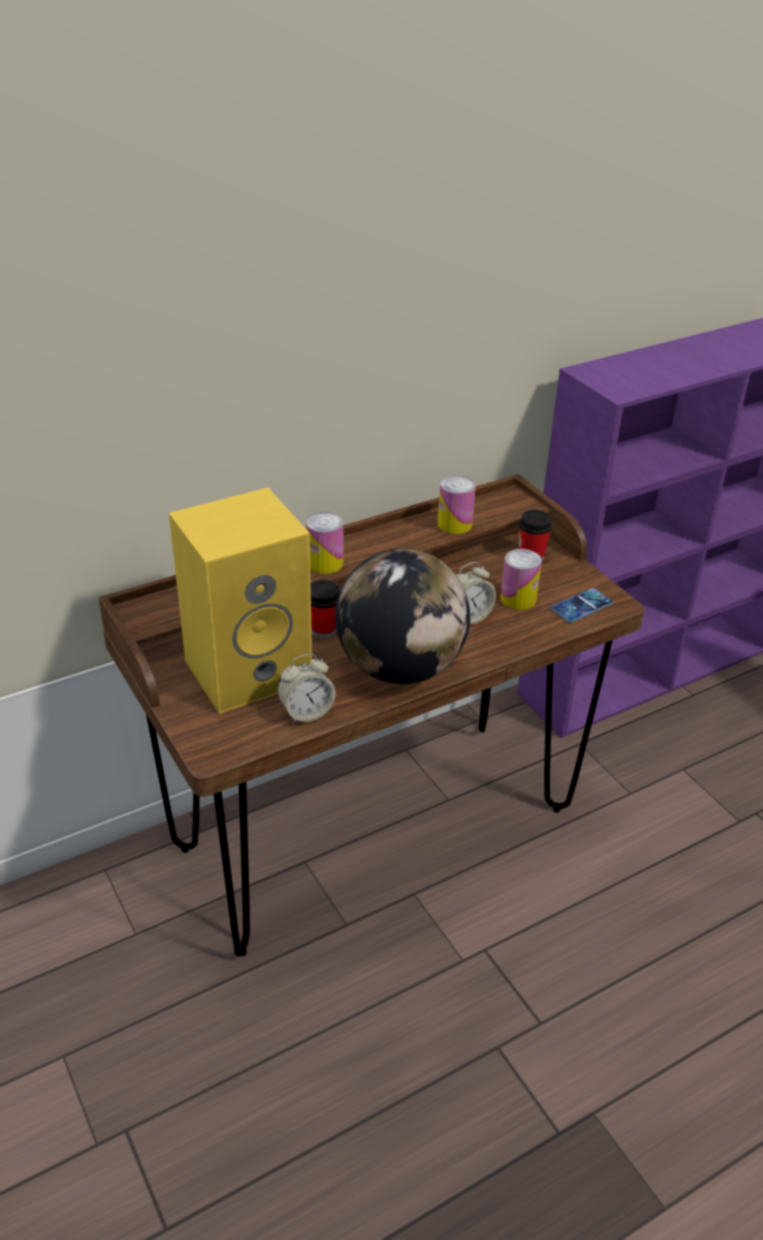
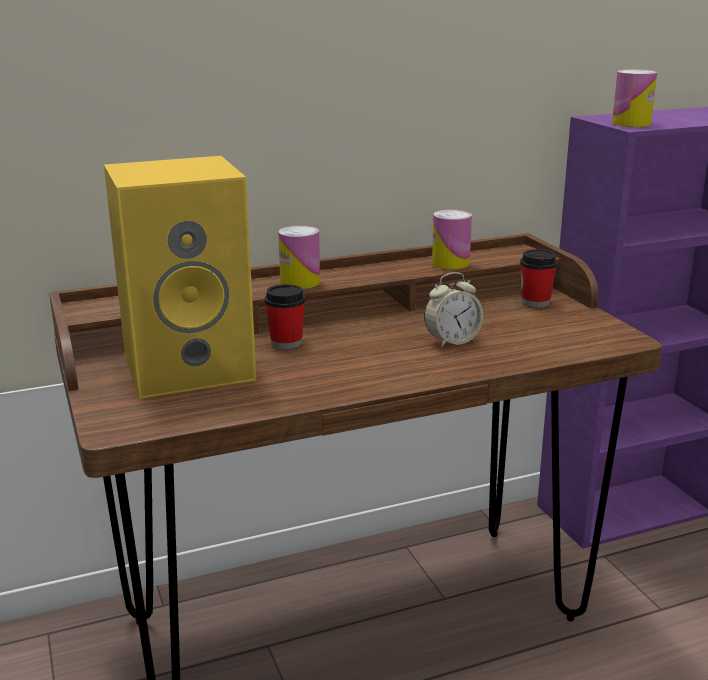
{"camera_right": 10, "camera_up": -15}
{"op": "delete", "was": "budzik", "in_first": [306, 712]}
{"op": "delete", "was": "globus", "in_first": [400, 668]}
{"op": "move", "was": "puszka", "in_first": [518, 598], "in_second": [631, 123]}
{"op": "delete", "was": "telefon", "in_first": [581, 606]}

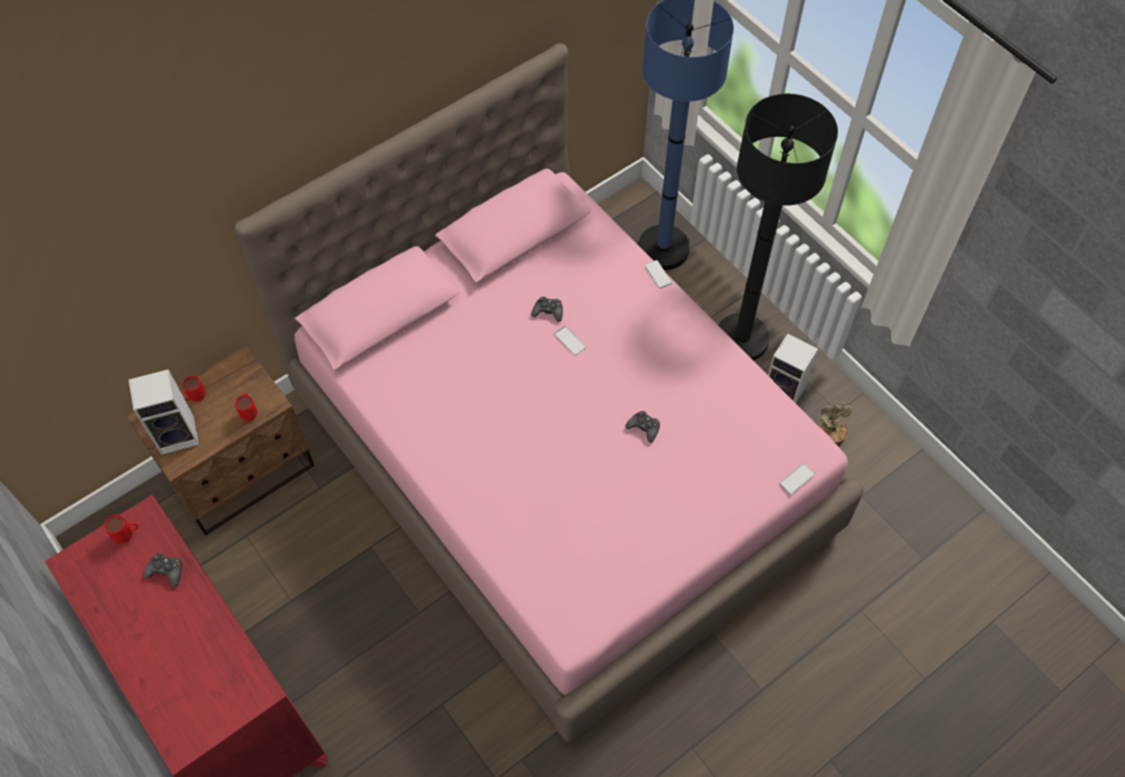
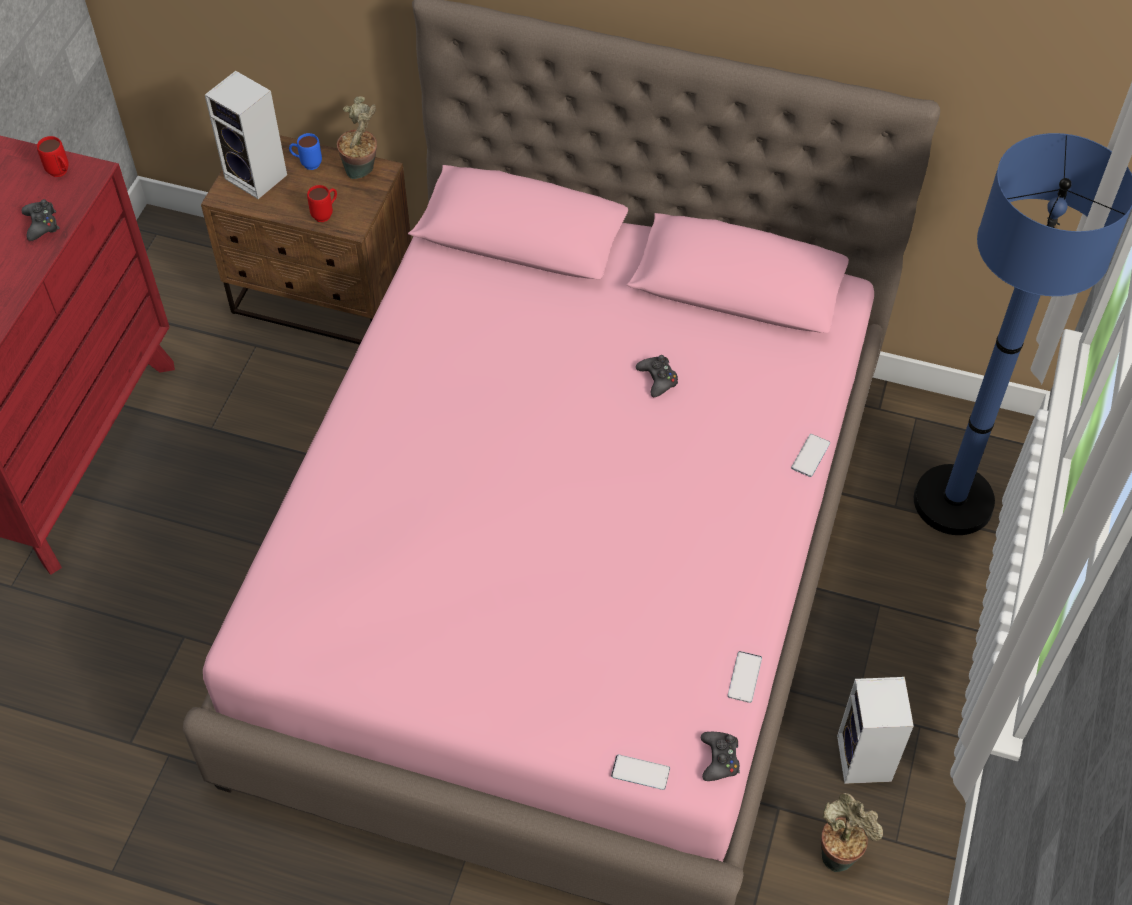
{"camera_right": 55, "camera_up": -5}
{"op": "recolor", "was": "kubek [czerwony]", "now": "kubek [niebieski]", "in_first": [195, 399], "in_second": [307, 164]}
{"op": "move", "was": "telefon", "in_first": [570, 341], "in_second": [744, 677]}
{"op": "move", "was": "pad do gier [czarny]", "in_first": [644, 428], "in_second": [720, 759]}
{"op": "delete", "was": "lampa stojąca [czarny]", "in_first": [741, 339]}
{"op": "insert", "now": "roślina doniczkowa", "in_second": [362, 171]}

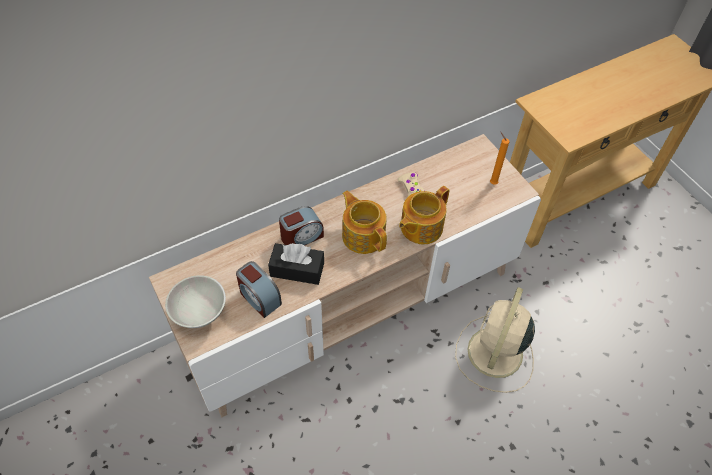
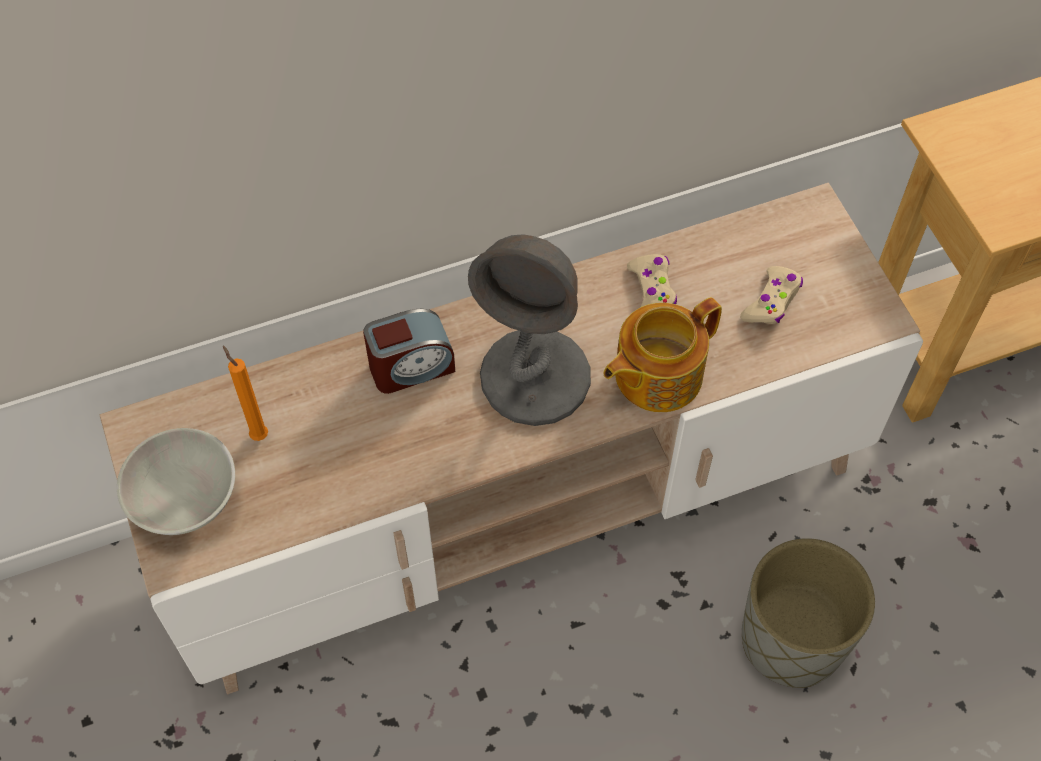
{"camera_right": 10, "camera_up": 5}
{"op": "delete", "was": "budzik", "in_first": [259, 298]}
{"op": "delete", "was": "pudełko chusteczek [czarny]", "in_first": [297, 269]}
{"op": "replace", "was": "imbryk", "now": "lampa stołowa [szary]", "in_first": [363, 235], "in_second": [536, 377]}
{"op": "replace", "was": "wentylator [beżowy]", "now": "donica [szary]", "in_first": [494, 354], "in_second": [792, 640]}
{"op": "move", "was": "świeca [pomarańczowy]", "in_first": [492, 182], "in_second": [258, 434]}
{"op": "insert", "now": "pad do gier [beżowy]", "in_second": [772, 301]}

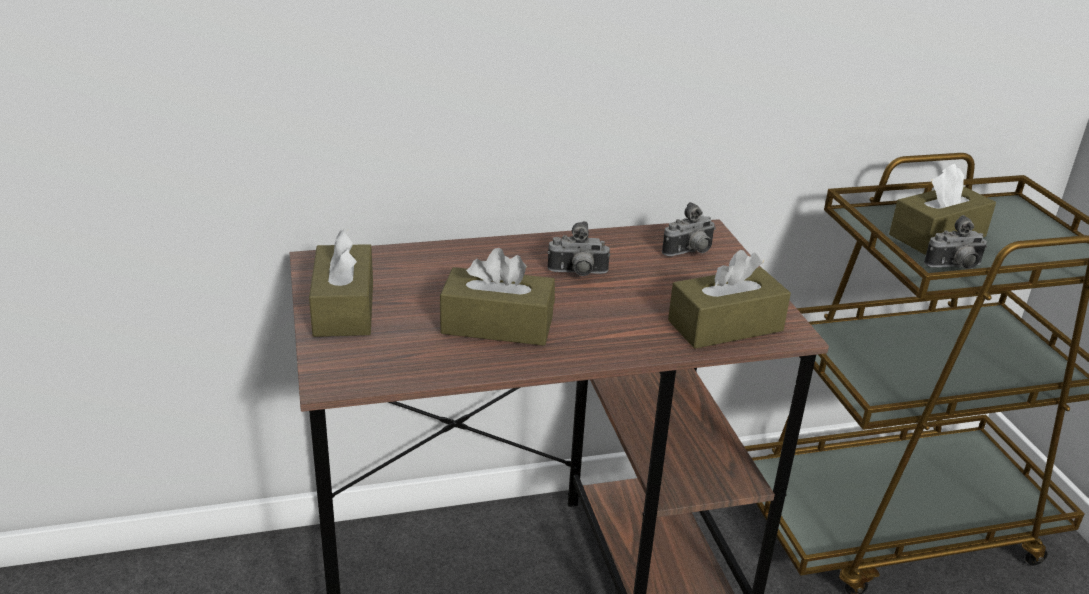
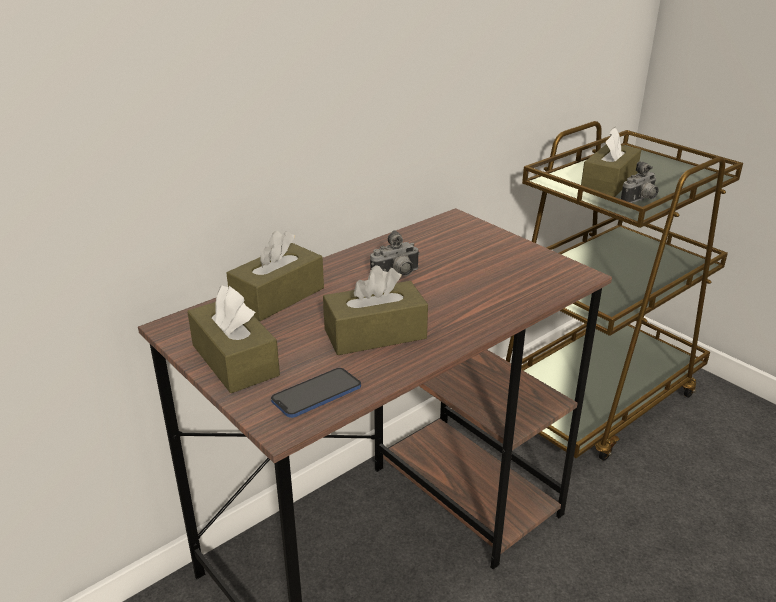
{"camera_right": -25, "camera_up": 0}
{"op": "delete", "was": "aparat fotograficzny", "in_first": [690, 253]}
{"op": "move", "was": "pudełko chusteczek [brązowy]", "in_first": [725, 326], "in_second": [278, 296]}
{"op": "insert", "now": "telefon", "in_second": [316, 394]}

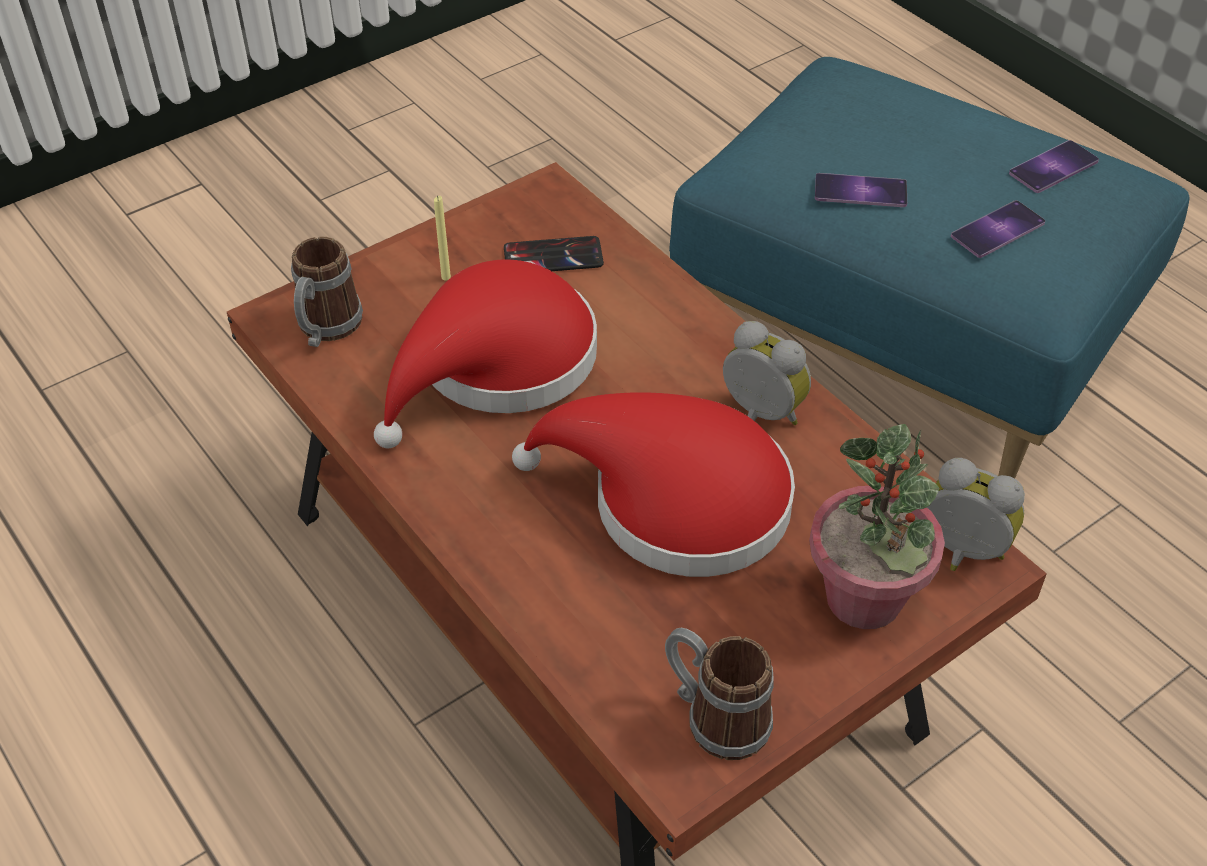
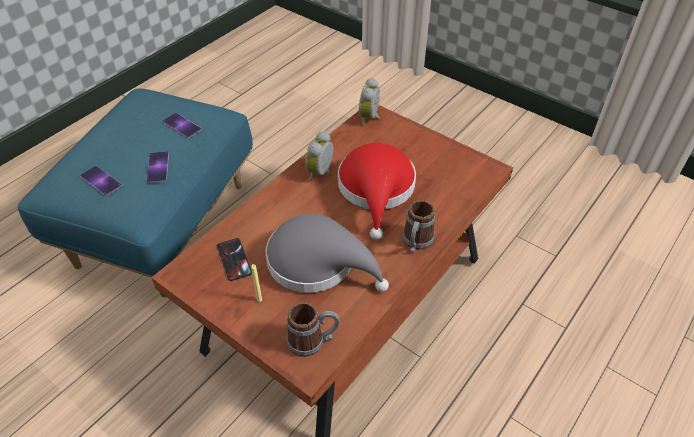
{"camera_right": -105, "camera_up": 0}
{"op": "recolor", "was": "kapelusz [czerwony]", "now": "kapelusz [szary]", "in_first": [496, 365], "in_second": [318, 262]}
{"op": "move", "was": "kubek", "in_first": [715, 716], "in_second": [416, 243]}
{"op": "delete", "was": "roślina doniczkowa", "in_first": [864, 599]}
{"op": "move", "was": "telefon", "in_first": [1053, 167], "in_second": [101, 181]}

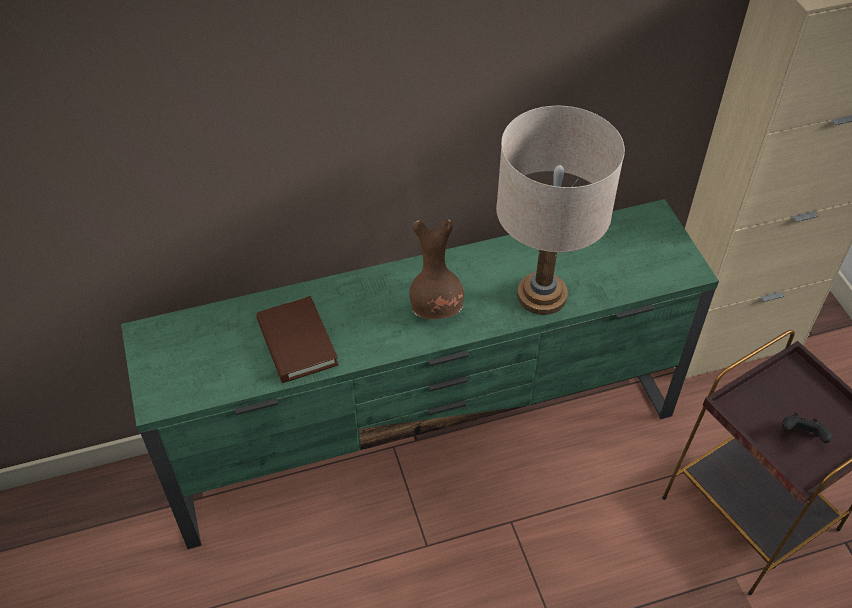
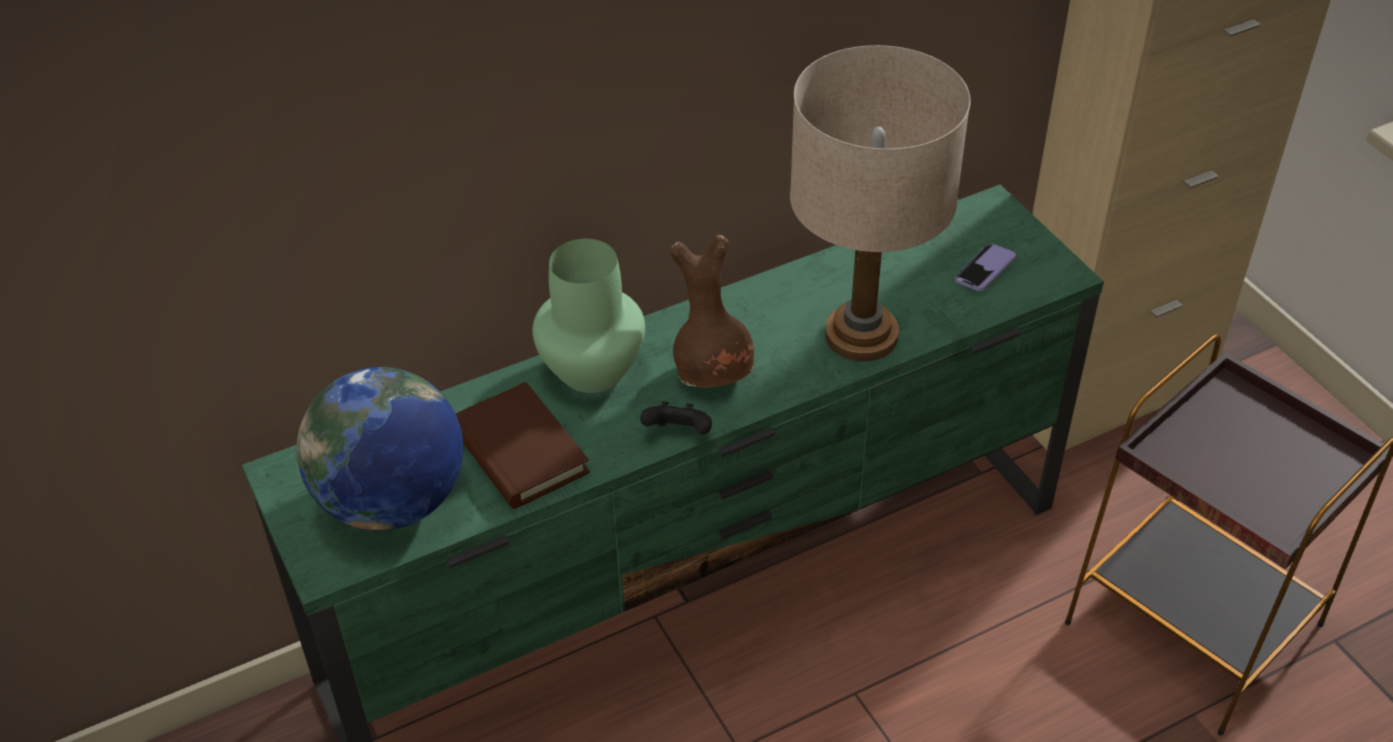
{"camera_right": -10, "camera_up": -5}
{"op": "move", "was": "pad do gier [czarny]", "in_first": [802, 435], "in_second": [679, 434]}
{"op": "insert", "now": "globus", "in_second": [392, 501]}
{"op": "insert", "now": "wazon [zielony]", "in_second": [592, 371]}
{"op": "insert", "now": "telefon", "in_second": [985, 269]}

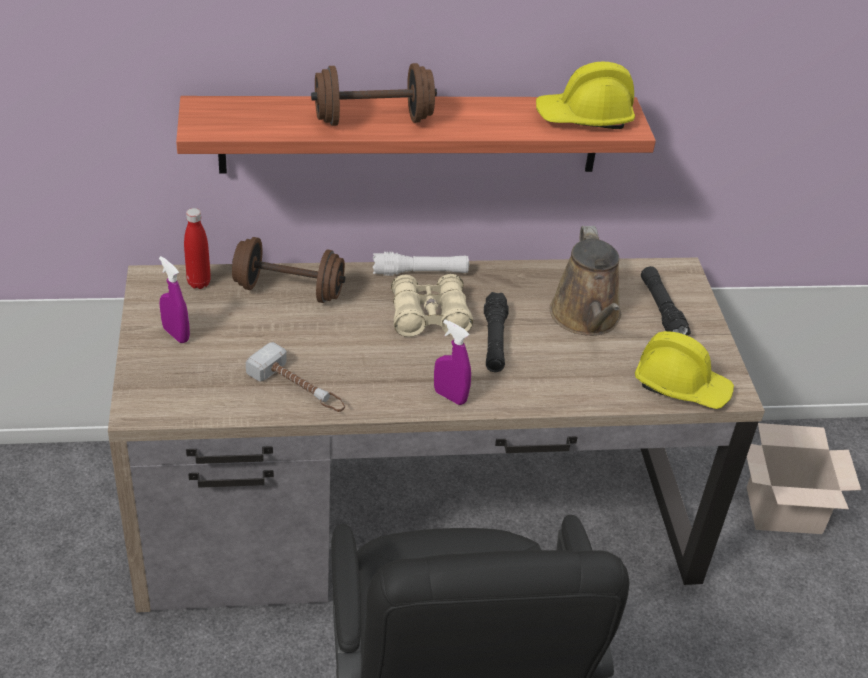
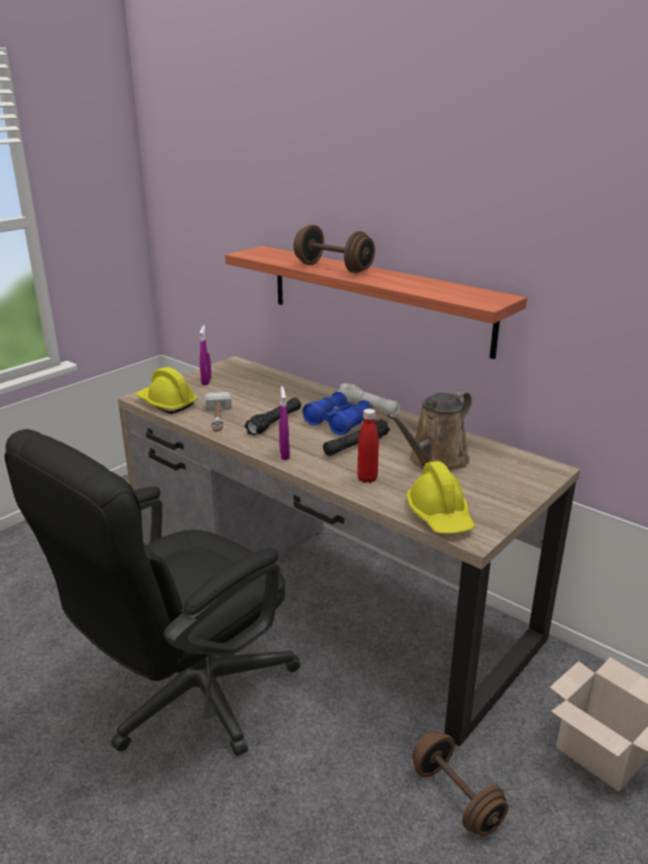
{"camera_right": 50, "camera_up": -15}
{"op": "move", "was": "butelka [czerwony]", "in_first": [199, 283], "in_second": [367, 479]}
{"op": "move", "was": "hantel [brązowy]", "in_first": [289, 290], "in_second": [456, 798]}
{"op": "recolor", "was": "lornetka [beżowy]", "now": "lornetka [niebieski]", "in_first": [429, 317], "in_second": [338, 423]}
{"op": "move", "was": "kask [żółty]", "in_first": [584, 118], "in_second": [166, 403]}
{"op": "move", "was": "latarka [czarny]", "in_first": [661, 310], "in_second": [274, 422]}

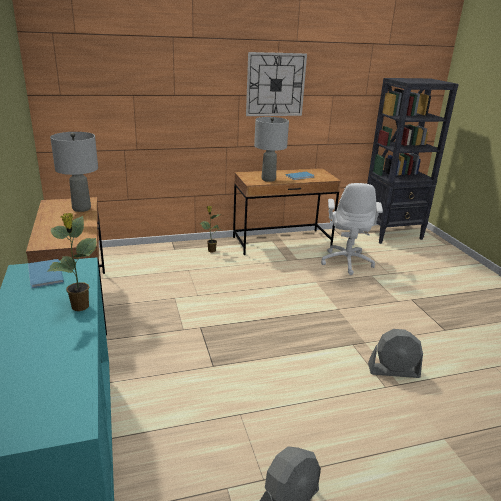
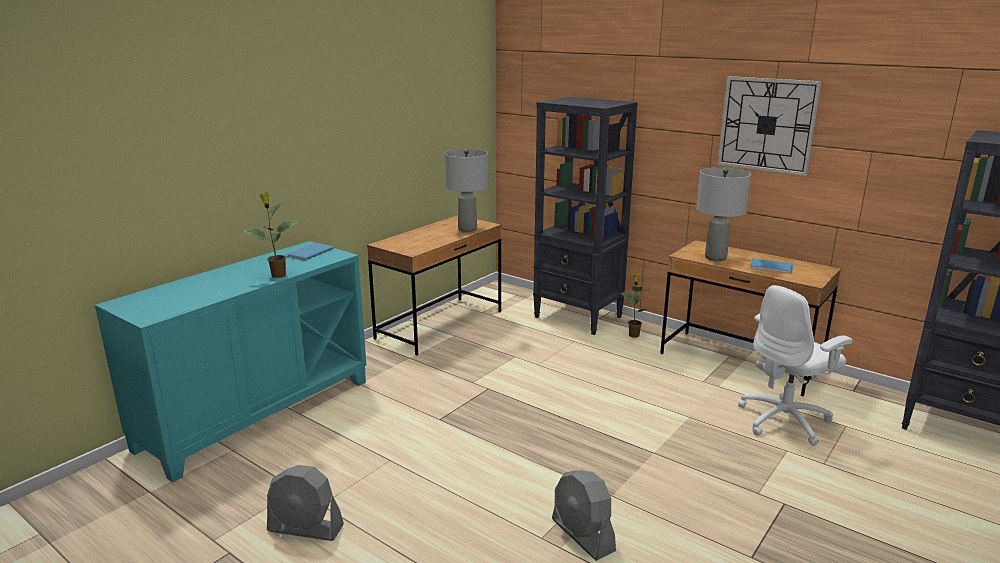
{"camera_right": 55, "camera_up": -5}
{"op": "insert", "now": "regał [czarny]", "in_second": [578, 317]}

